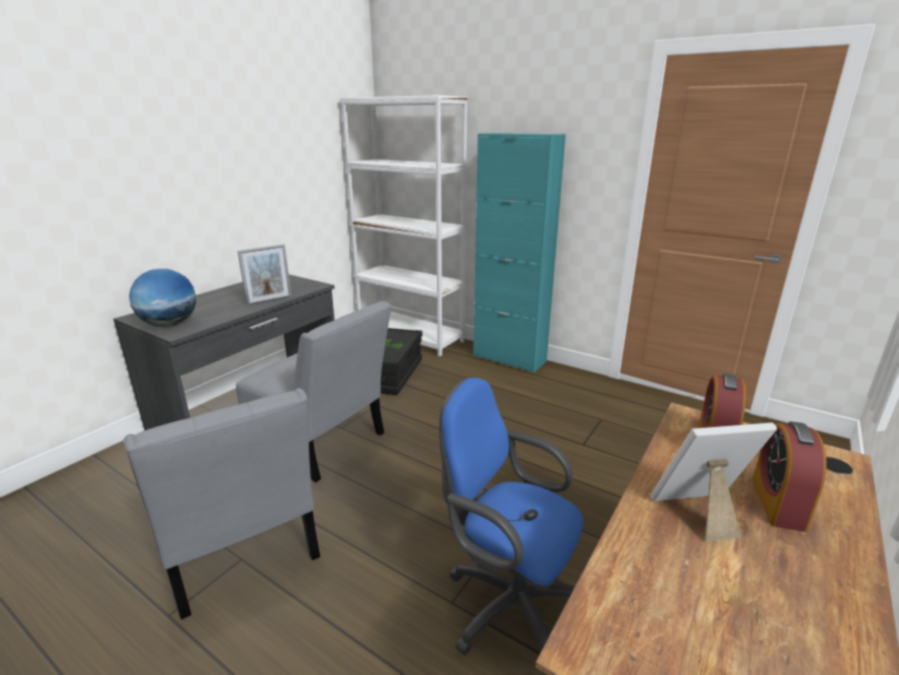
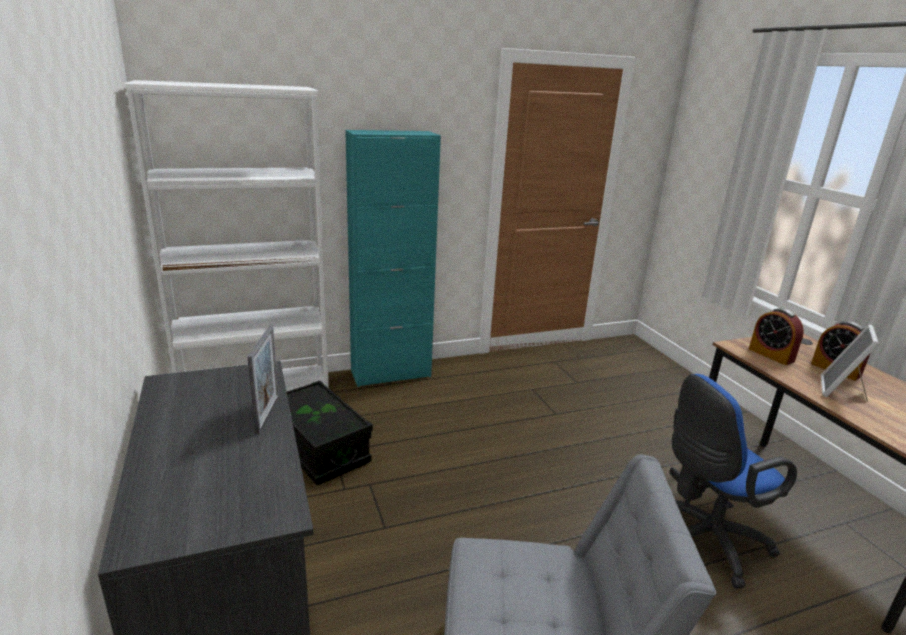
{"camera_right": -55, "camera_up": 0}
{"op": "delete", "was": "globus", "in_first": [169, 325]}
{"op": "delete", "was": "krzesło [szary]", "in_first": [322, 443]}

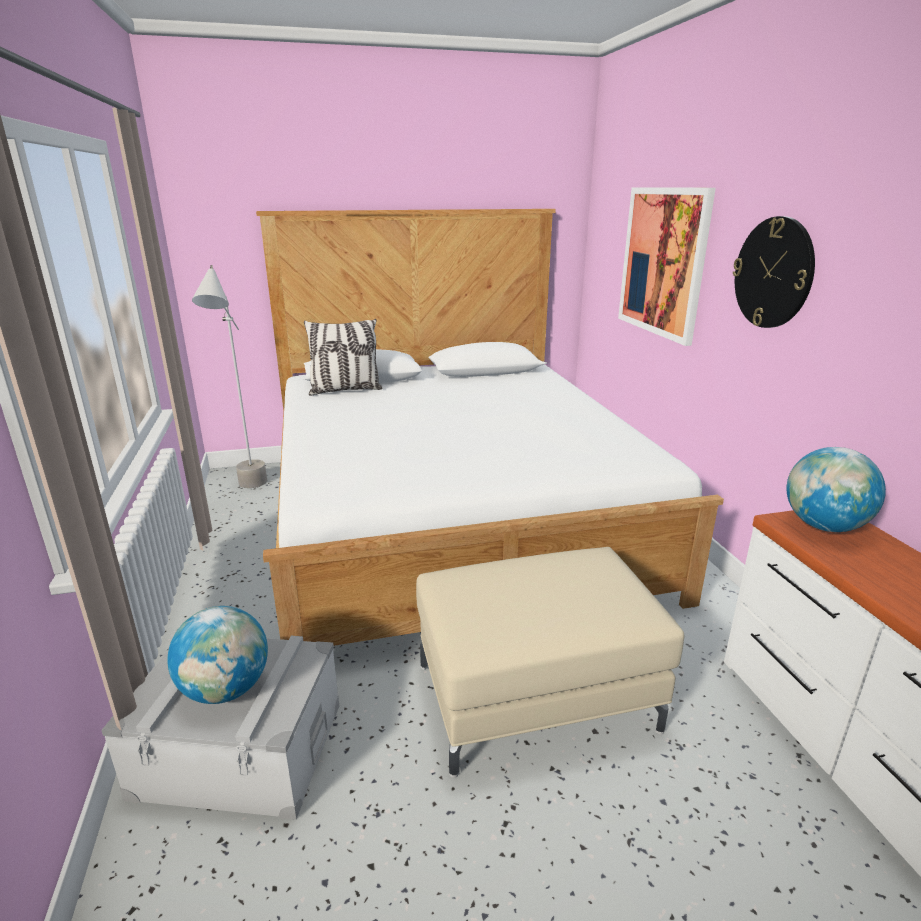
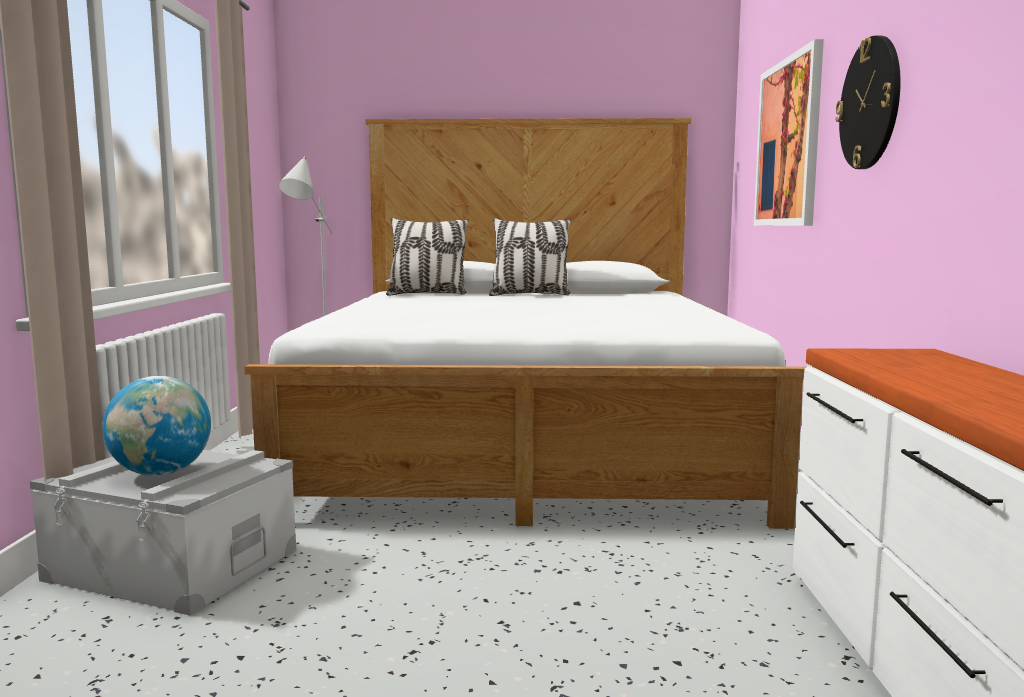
{"camera_right": 15, "camera_up": -15}
{"op": "delete", "was": "pufa [beżowy]", "in_first": [535, 695]}
{"op": "delete", "was": "globus", "in_first": [824, 526]}
{"op": "insert", "now": "poduszka", "in_second": [530, 295]}

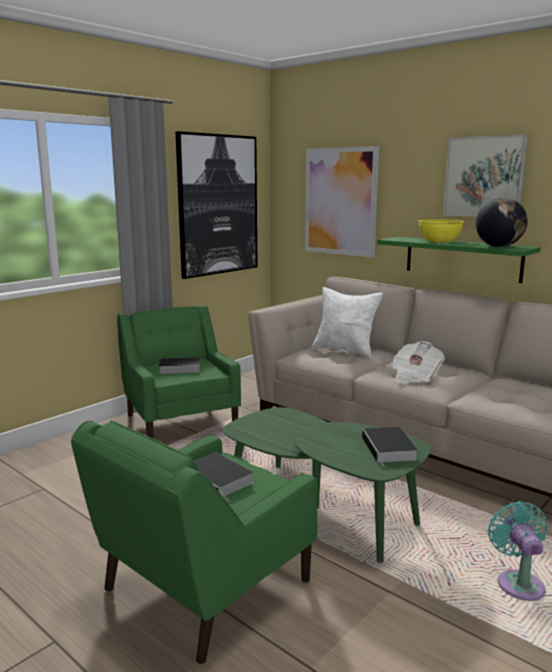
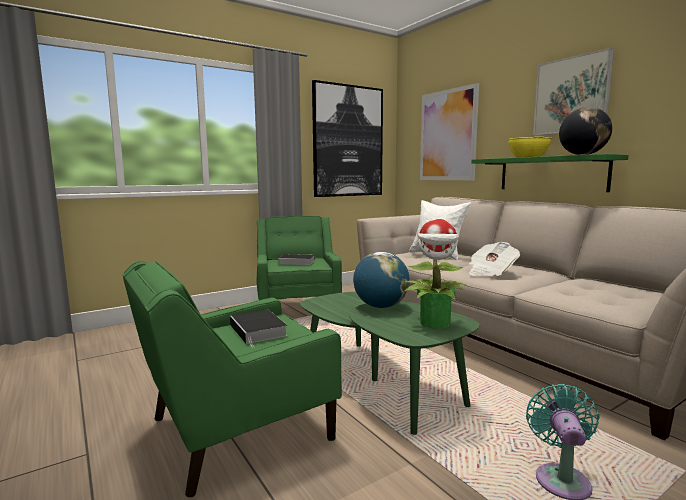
{"camera_right": 15, "camera_up": -5}
{"op": "replace", "was": "książka", "now": "roślina doniczkowa", "in_first": [389, 449], "in_second": [435, 323]}
{"op": "insert", "now": "globus", "in_second": [380, 306]}

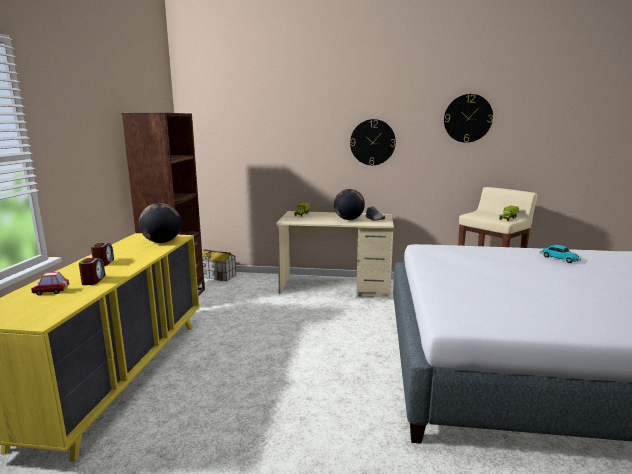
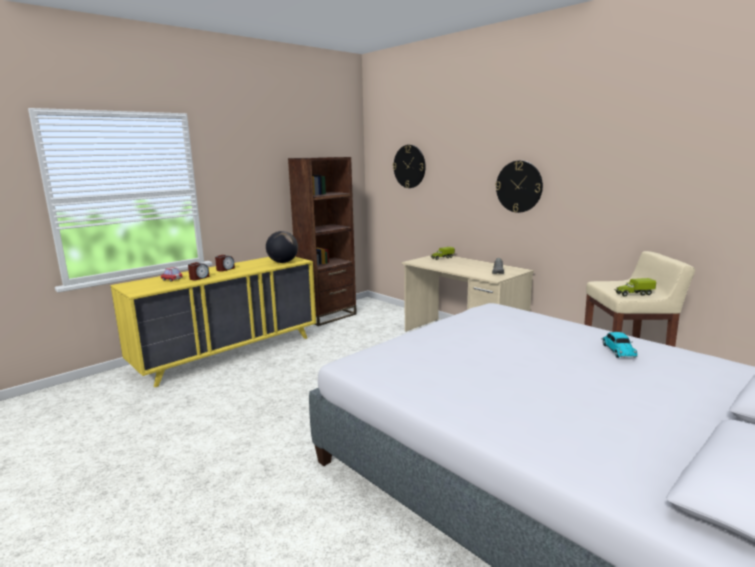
{"camera_right": 40, "camera_up": 0}
{"op": "delete", "was": "domek", "in_first": [219, 276]}
{"op": "delete", "was": "globus", "in_first": [348, 219]}
{"op": "move", "was": "zegar ścienny", "in_first": [467, 118], "in_second": [409, 166]}

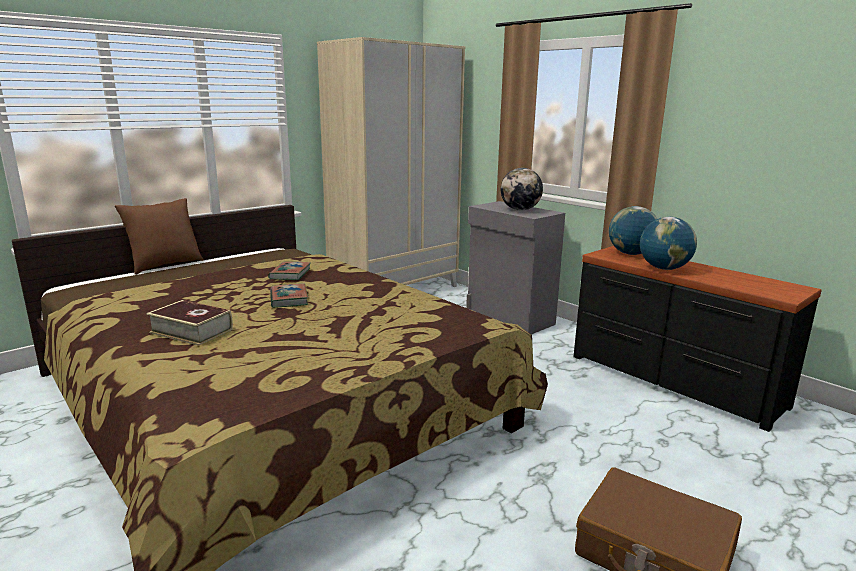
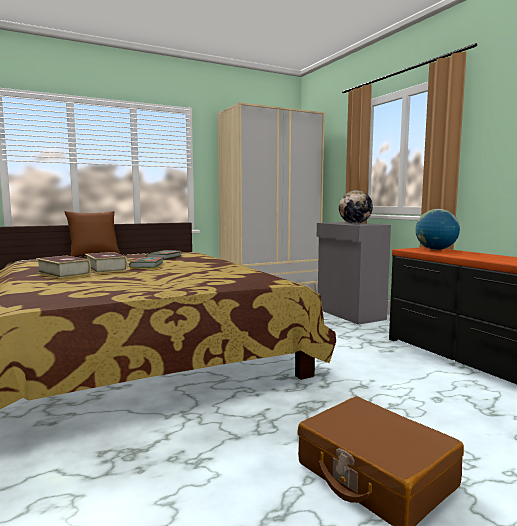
{"camera_right": 15, "camera_up": -10}
{"op": "delete", "was": "globus", "in_first": [664, 268]}
{"op": "insert", "now": "książka", "in_second": [106, 269]}

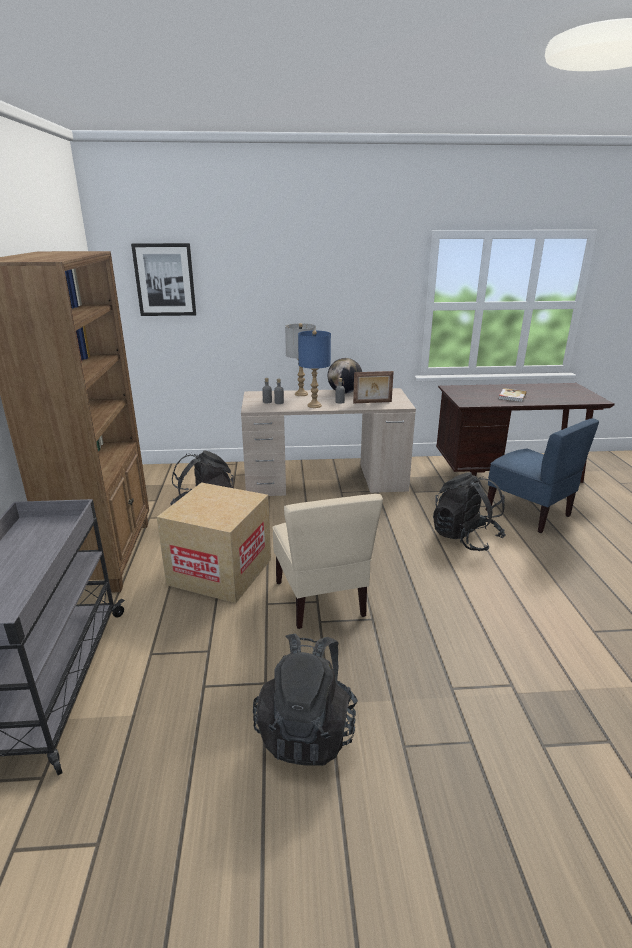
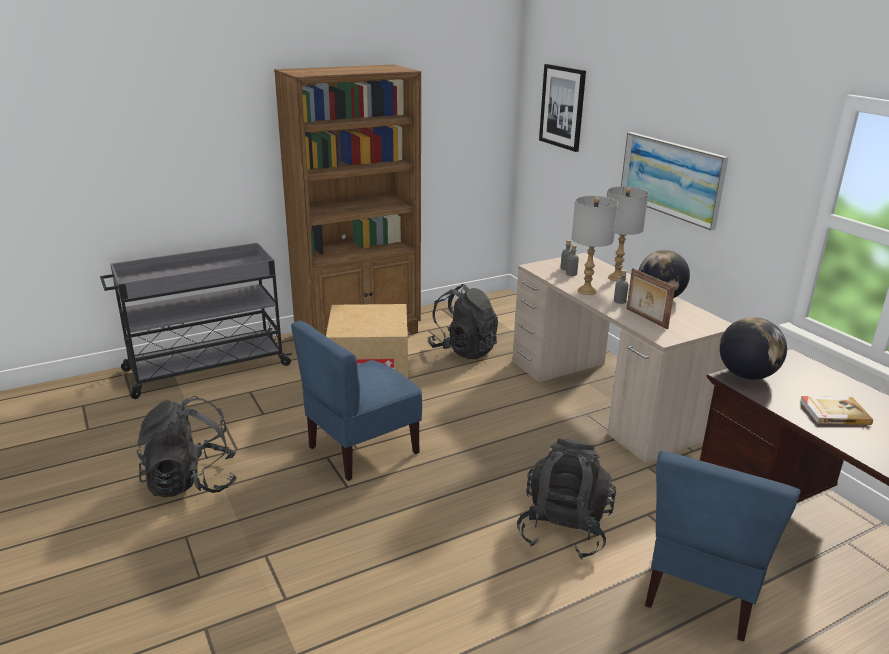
{"camera_right": 65, "camera_up": 0}
{"op": "recolor", "was": "krzesło [beżowy]", "now": "krzesło [niebieski]", "in_first": [321, 599], "in_second": [362, 449]}
{"op": "recolor", "was": "lampa stołowa [niebieski]", "now": "lampa stołowa [szary]", "in_first": [314, 405], "in_second": [586, 291]}
{"op": "insert", "now": "obraz", "in_second": [671, 178]}
{"op": "insert", "now": "globus", "in_second": [746, 375]}

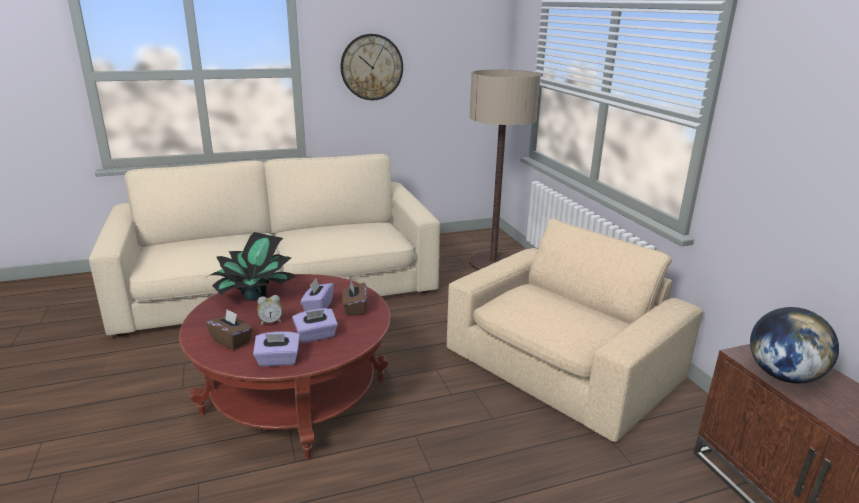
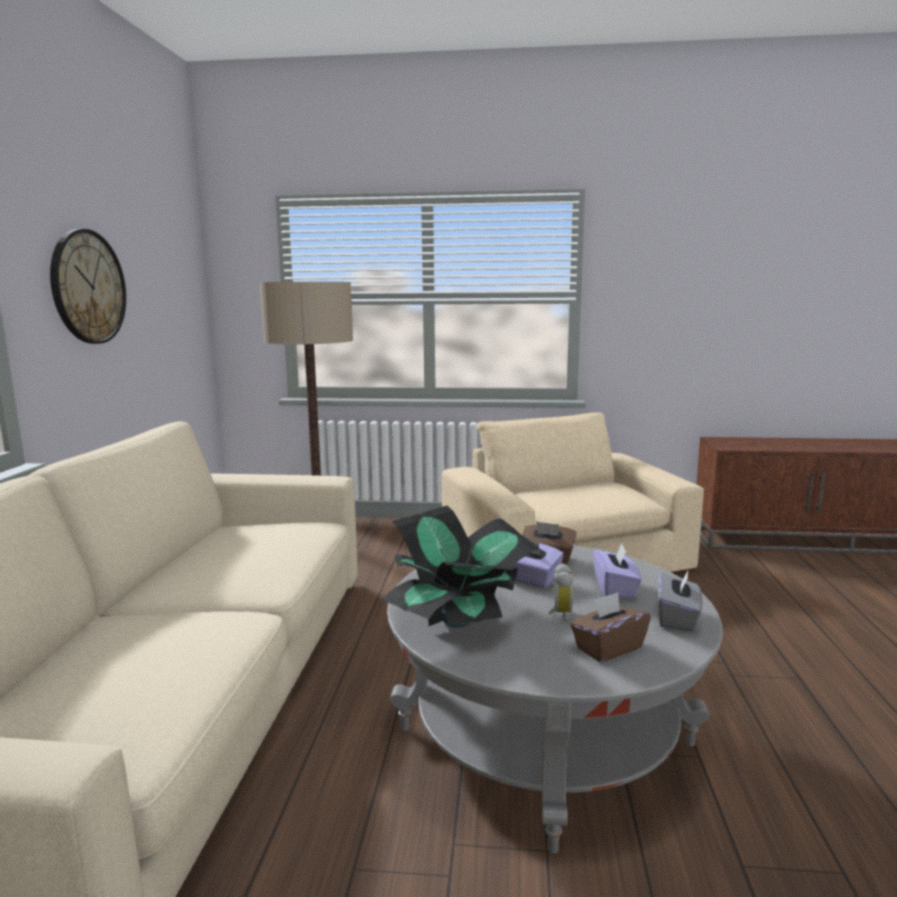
{"camera_right": -65, "camera_up": -10}
{"op": "recolor", "was": "ława [czerwony]", "now": "ława [szary]", "in_first": [295, 396], "in_second": [544, 735]}
{"op": "recolor", "was": "pudełko chusteczek [fioletowy]", "now": "pudełko chusteczek [szary]", "in_first": [278, 360], "in_second": [677, 618]}
{"op": "delete", "was": "globus", "in_first": [783, 376]}

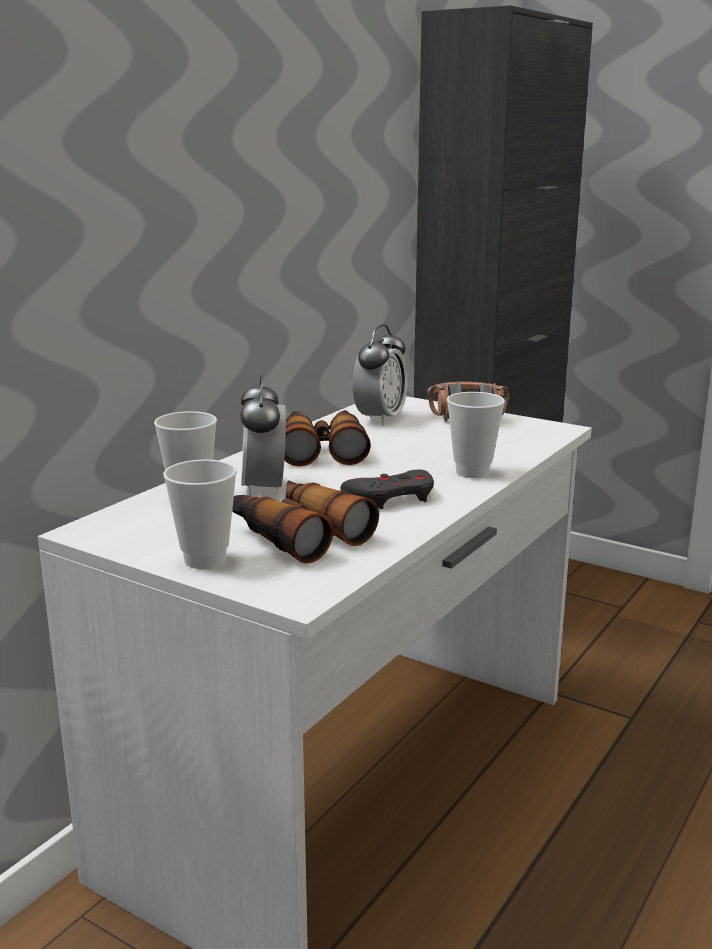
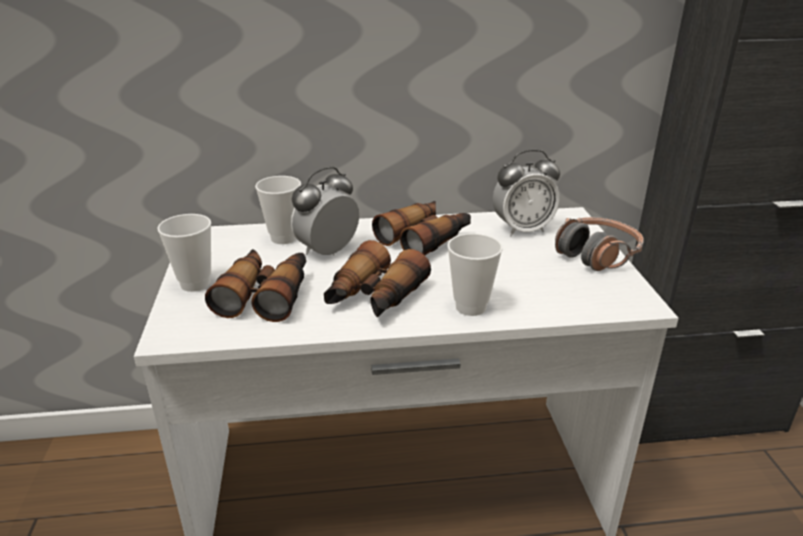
{"camera_right": 50, "camera_up": 10}
{"op": "replace", "was": "pad do gier [szary]", "now": "lornetka", "in_first": [391, 497], "in_second": [374, 297]}

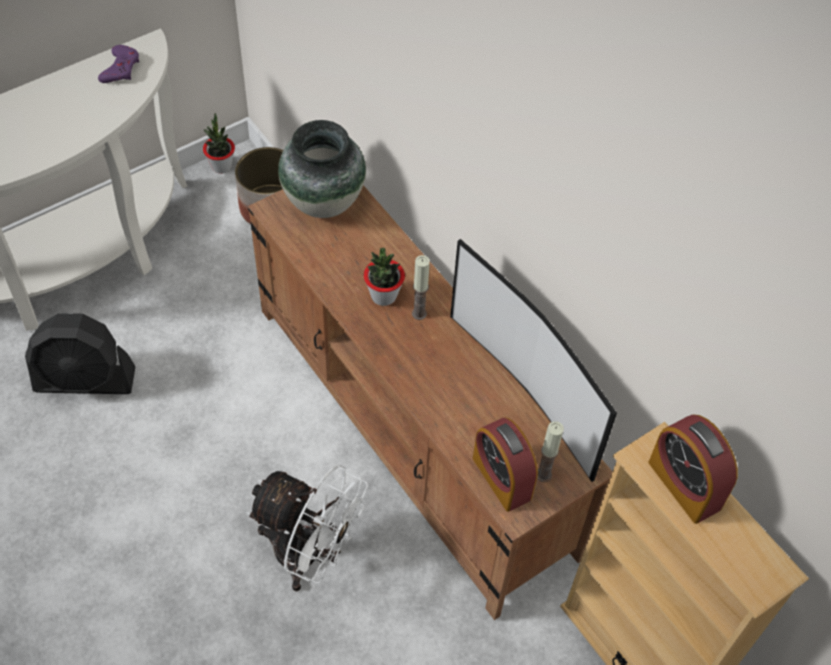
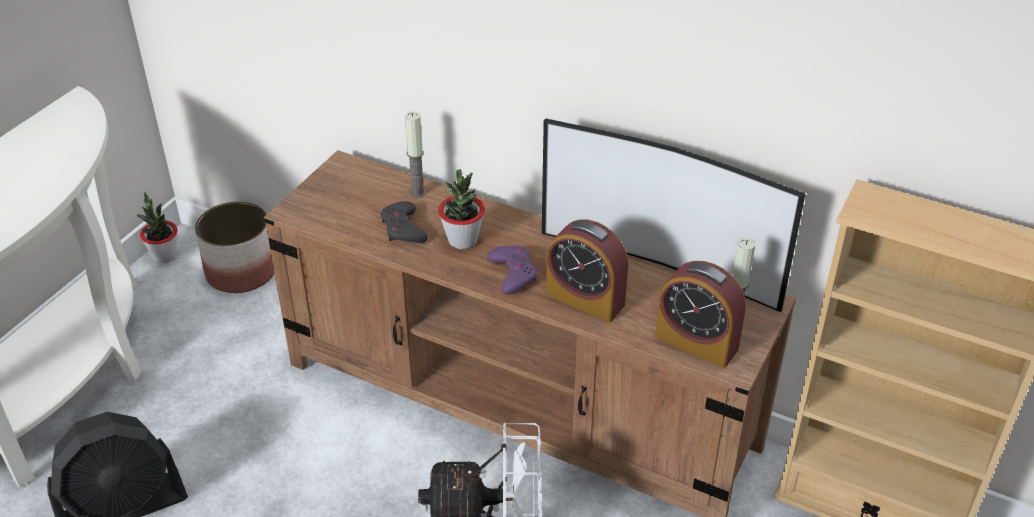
{"camera_right": -25, "camera_up": -15}
{"op": "move", "was": "pad do gier [fioletowy]", "in_first": [120, 68], "in_second": [513, 273]}
{"op": "delete", "was": "wazon", "in_first": [324, 202]}
{"op": "move", "was": "świeca", "in_first": [419, 313], "in_second": [417, 193]}
{"op": "move", "was": "budzik", "in_first": [684, 485], "in_second": [585, 299]}
{"op": "insert", "now": "pad do gier [szary]", "in_second": [403, 228]}

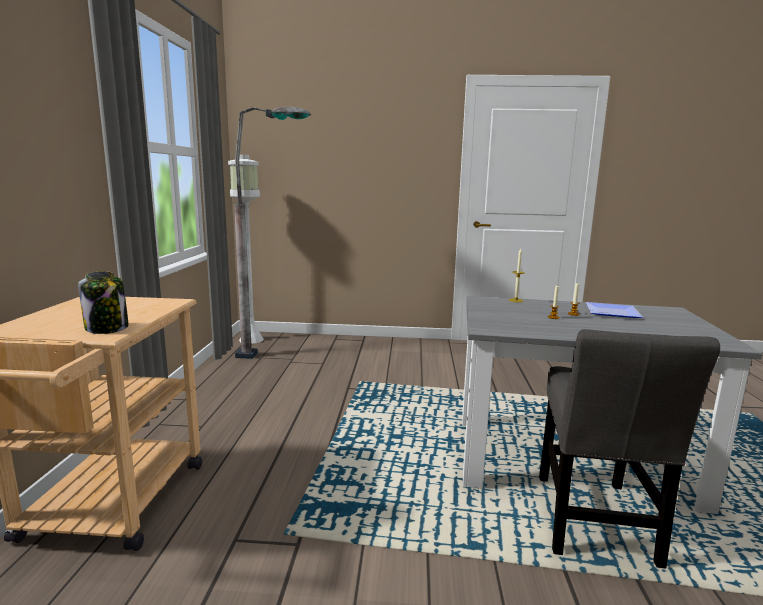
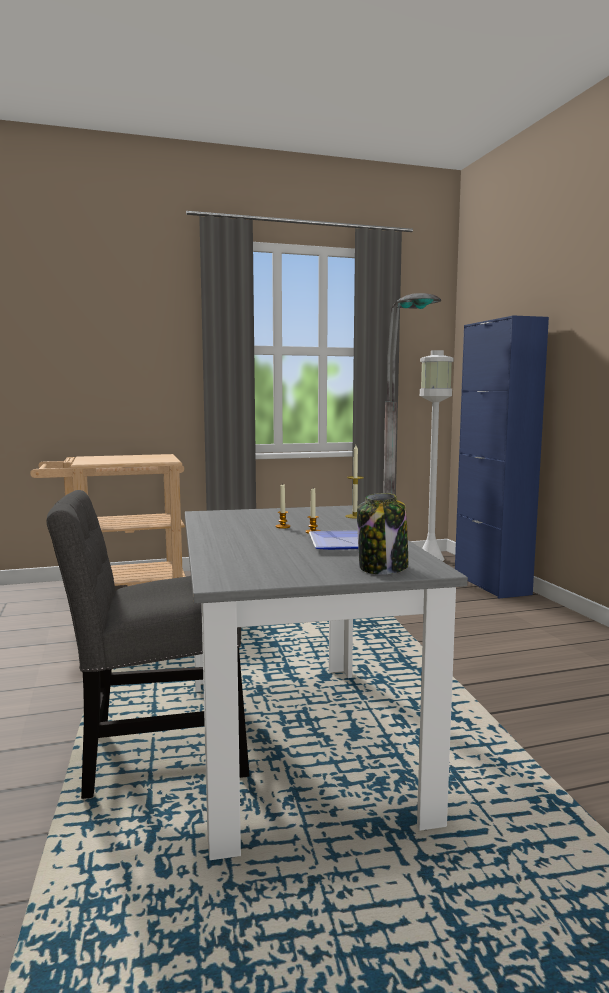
{"camera_right": 70, "camera_up": -5}
{"op": "move", "was": "słoik", "in_first": [107, 328], "in_second": [383, 568]}
{"op": "insert", "now": "szafka [niebieski]", "in_second": [491, 584]}

